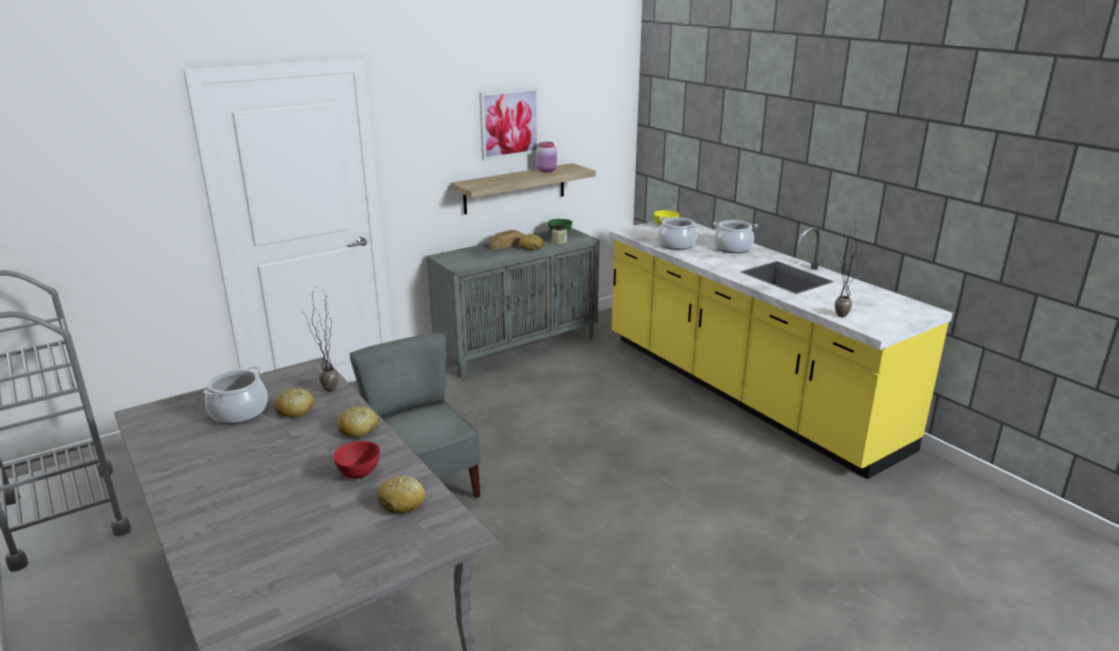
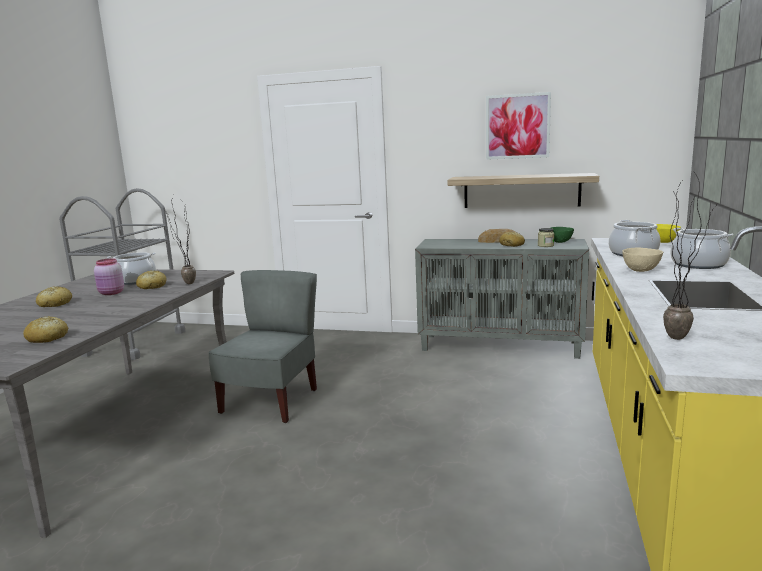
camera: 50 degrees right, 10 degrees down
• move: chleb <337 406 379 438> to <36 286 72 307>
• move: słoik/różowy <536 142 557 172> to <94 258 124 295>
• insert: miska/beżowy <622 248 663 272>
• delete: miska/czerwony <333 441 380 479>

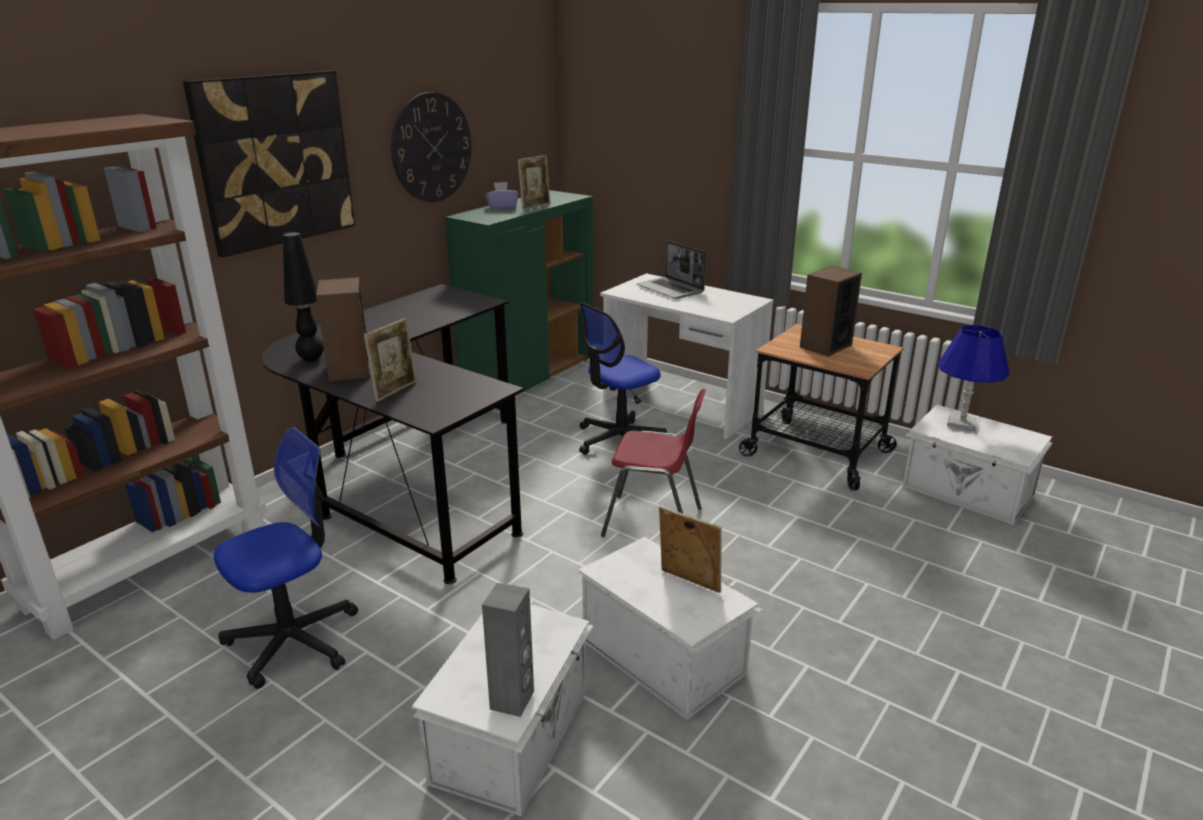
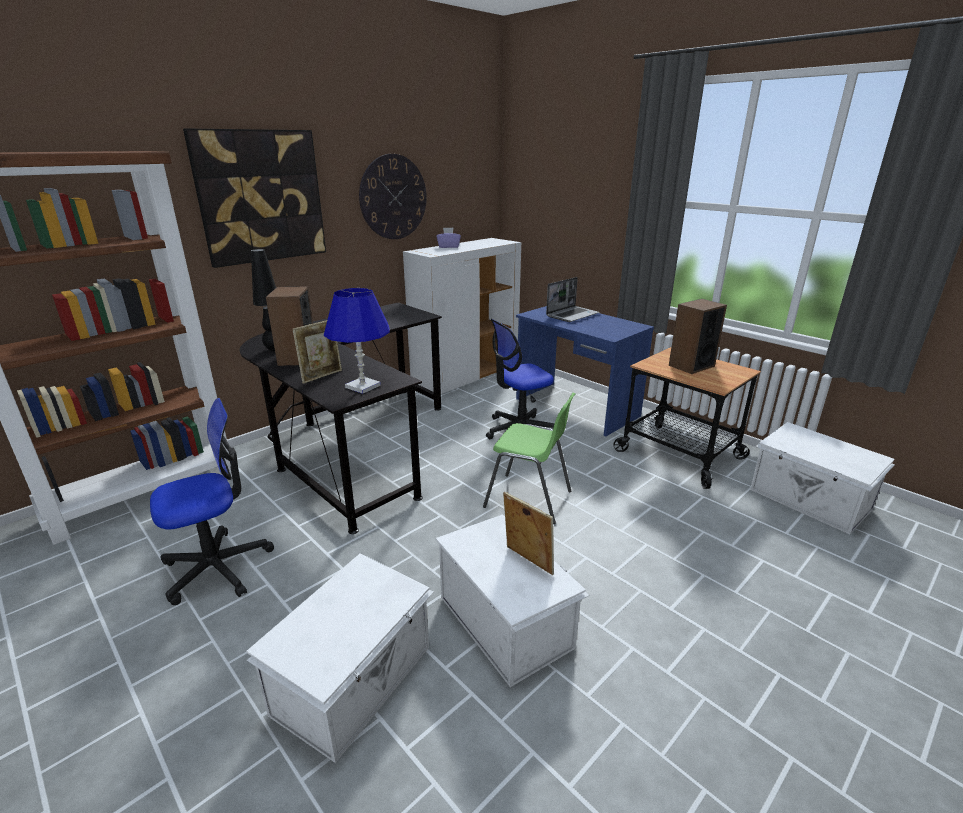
camera: 10 degrees right, 0 degrees up
• move: lampa stołowa/niebieski <938 325 1010 431> to <324 288 390 394>
• recolor: szafka/zielony <445 190 593 396> to szafka/biały <403 238 521 394>
• recolor: krzesło/czerwony <601 389 706 537> to krzesło/zielony <483 392 576 524>
• recolor: biurko/biały <600 273 774 439> to biurko/niebieski <516 306 654 436>
• rotate: laptop <637 240 706 299> = <546 277 599 322> 105 degrees counterclockwise
• delete: głośnik/szary <482 583 534 717>
• delete: ramka na zdjęcie <518 155 550 210>

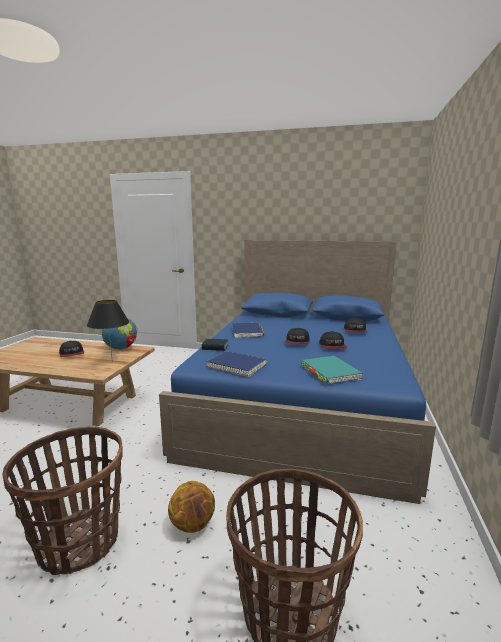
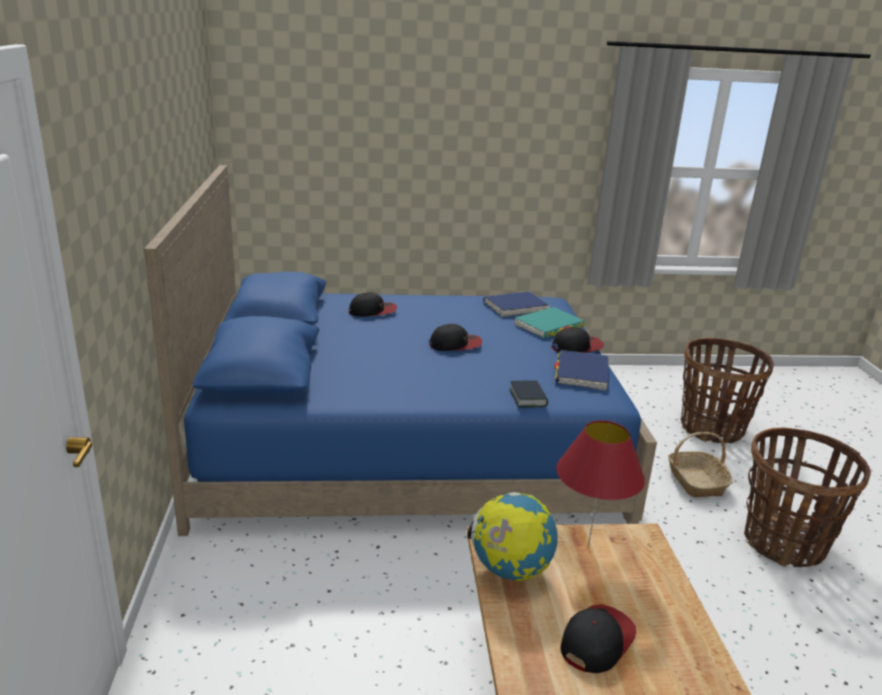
camera: 110 degrees left, 10 degrees up
• move: książka/niebieski <232 323 264 338> to <483 291 549 317>
• move: czapka z daszkiem <319 331 347 349> to <552 327 604 353>
• recolor: lampa stołowa/czarny <87 300 129 363> to lampa stołowa/czerwony <556 420 645 547>
• replace: piłka do koszykówki <168 481 215 533> to koszyk <668 432 732 497>

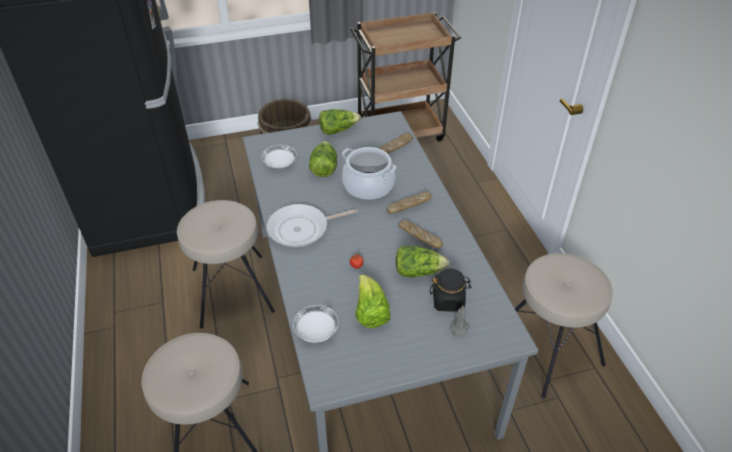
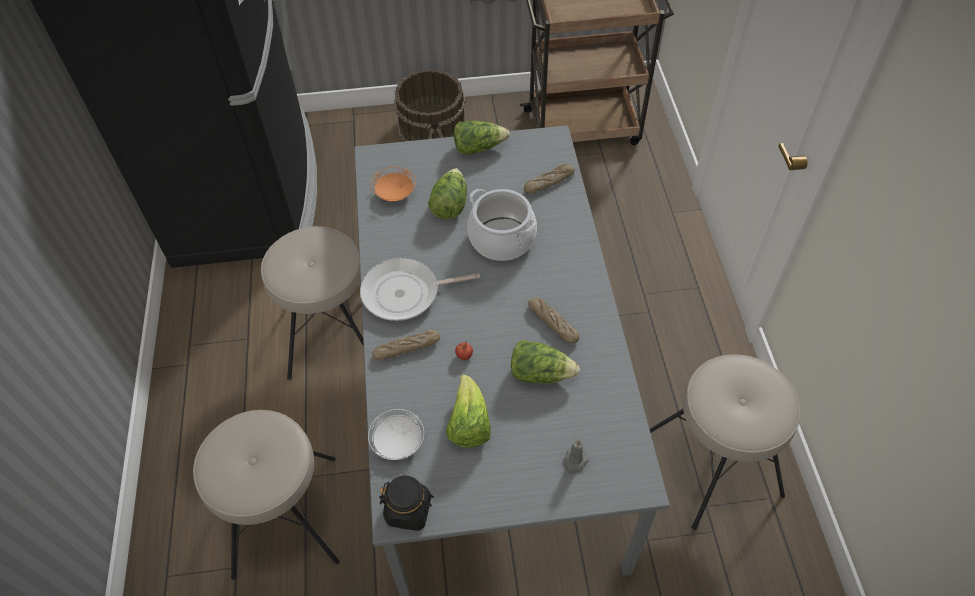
camera: 10 degrees right, 10 degrees up
• recolor: talerz/biały <262 145 297 168> to talerz/pomarańczowy <371 167 416 201>
• move: chleb <387 191 432 214> to <372 330 440 360>
• move: słoik/czarny <430 269 472 312> to <379 476 434 531>

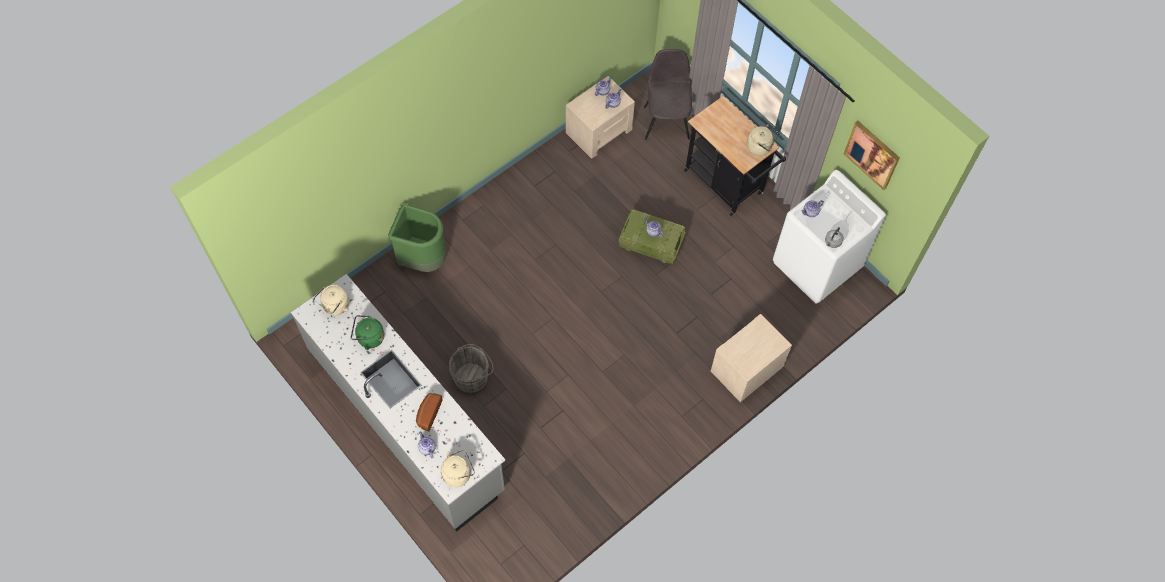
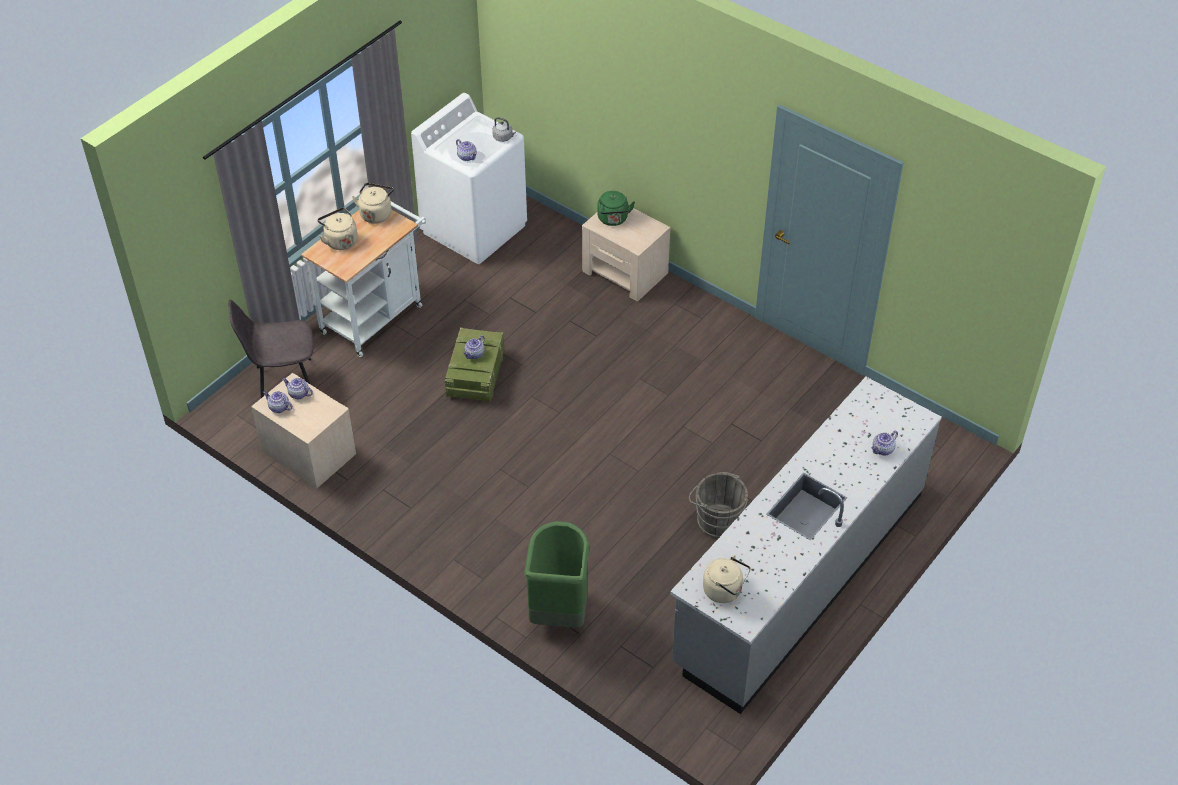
camera: 100 degrees left, 15 degrees down
• recolor: wózek/czarny <684 96 786 216> to wózek/biały <301 202 426 357>
• move: czajnik/beżowy <441 450 475 487> to <317 208 358 250>
• move: czajnik/zielony <351 315 384 350> to <597 191 635 226>
• delete: chleb <416 393 442 431>
• delete: obraz <844 121 900 190>

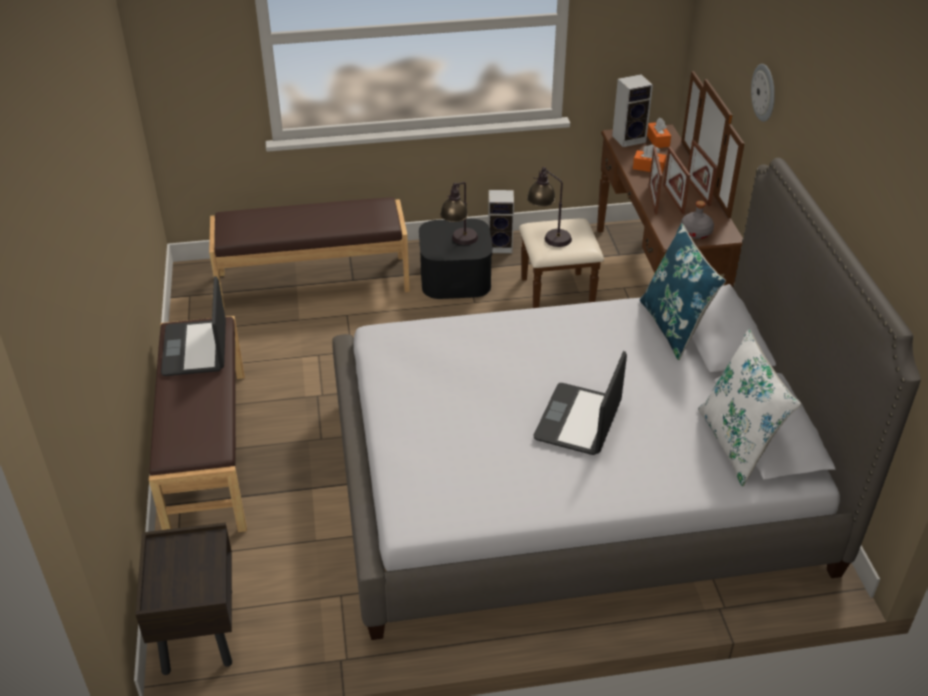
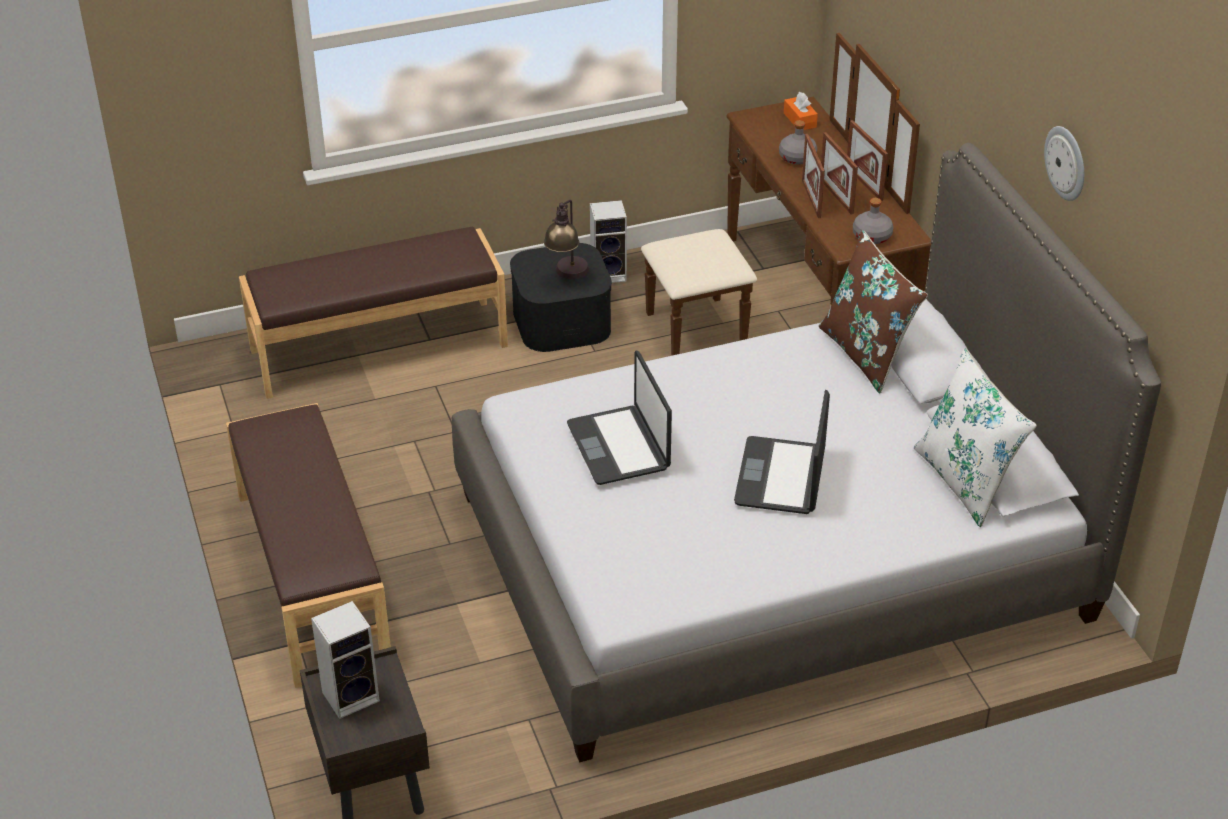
camera: 10 degrees left, 0 degrees up
• move: głośnik <612 74 653 147> to <311 601 380 719>
• move: laptop <161 276 226 376> to <567 351 672 485>
• replace: pudełko chusteczek/pomarańczowy <633 144 666 173> to butelka/szary <779 120 817 165>
• recolor: poduszka/niebieski <640 223 726 360> to poduszka/brązowy <819 230 928 394>
• move: zegar ścienny <751 64 775 122> to <1044 126 1084 201>
• delete: lampa stołowa <527 167 572 247>

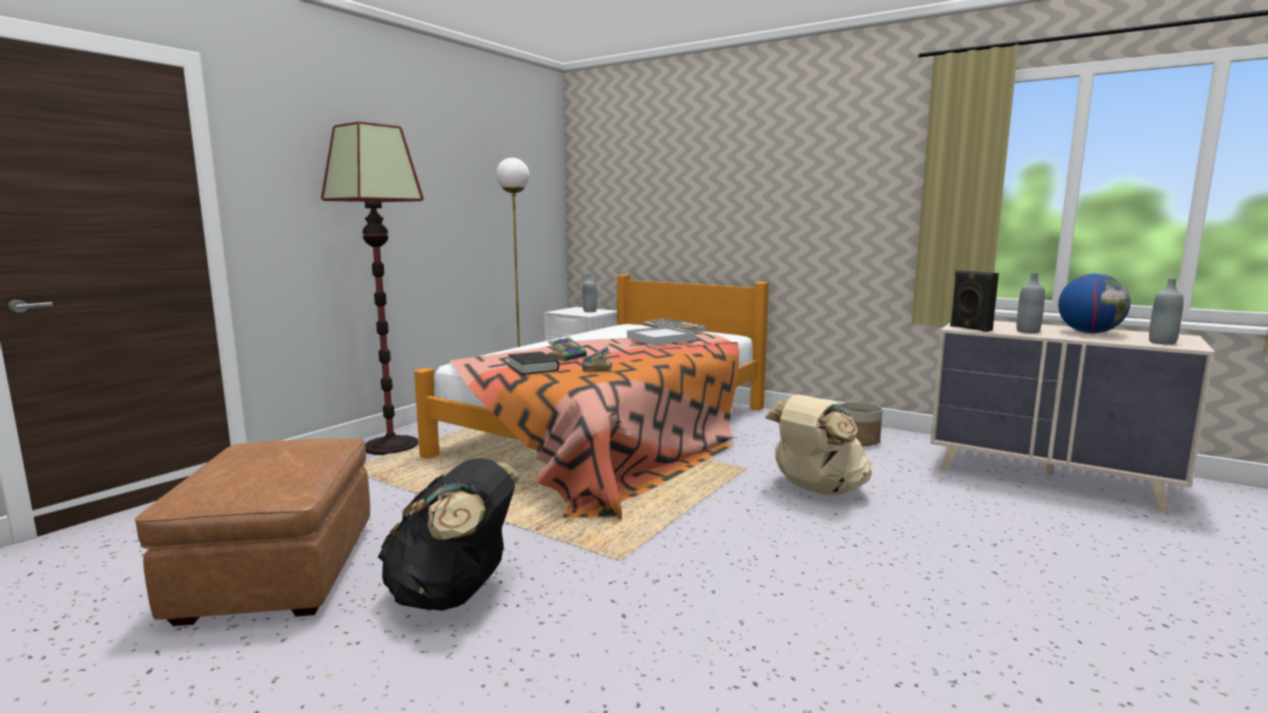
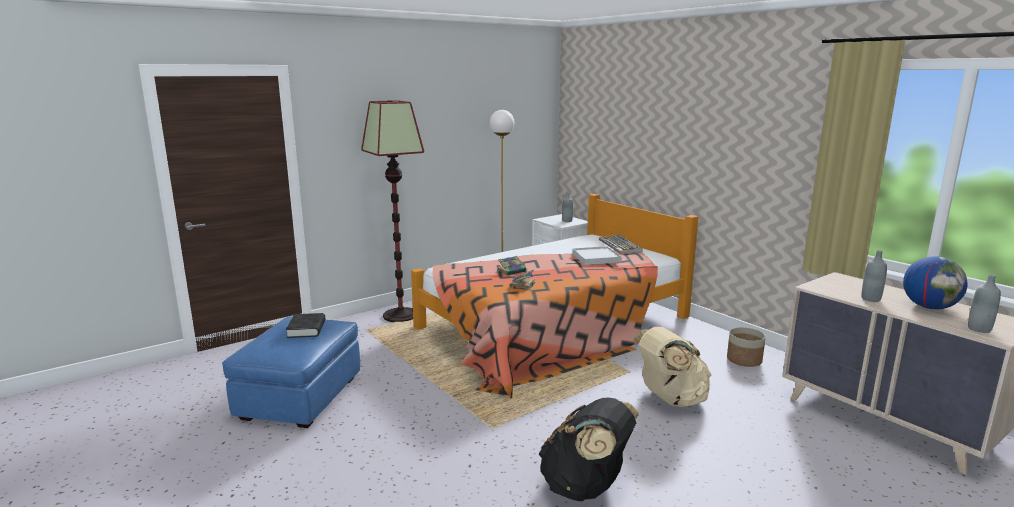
camera: 20 degrees right, 5 degrees up
• recolor: pufa/brązowy <134 439 370 626> to pufa/niebieski <222 316 360 428>
• move: książka/czarny <508 352 559 375> to <286 313 325 338>
• move: plecak/czarny <378 458 520 611> to <539 398 639 501>
• delete: głośnik/czarny <950 270 999 332>

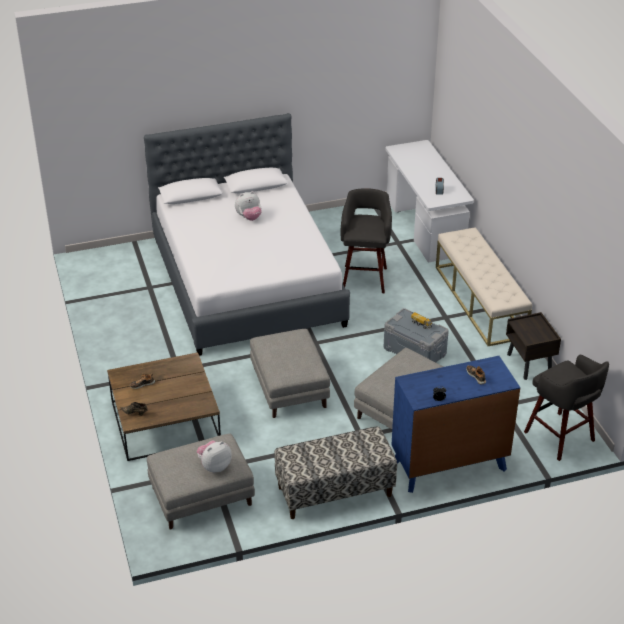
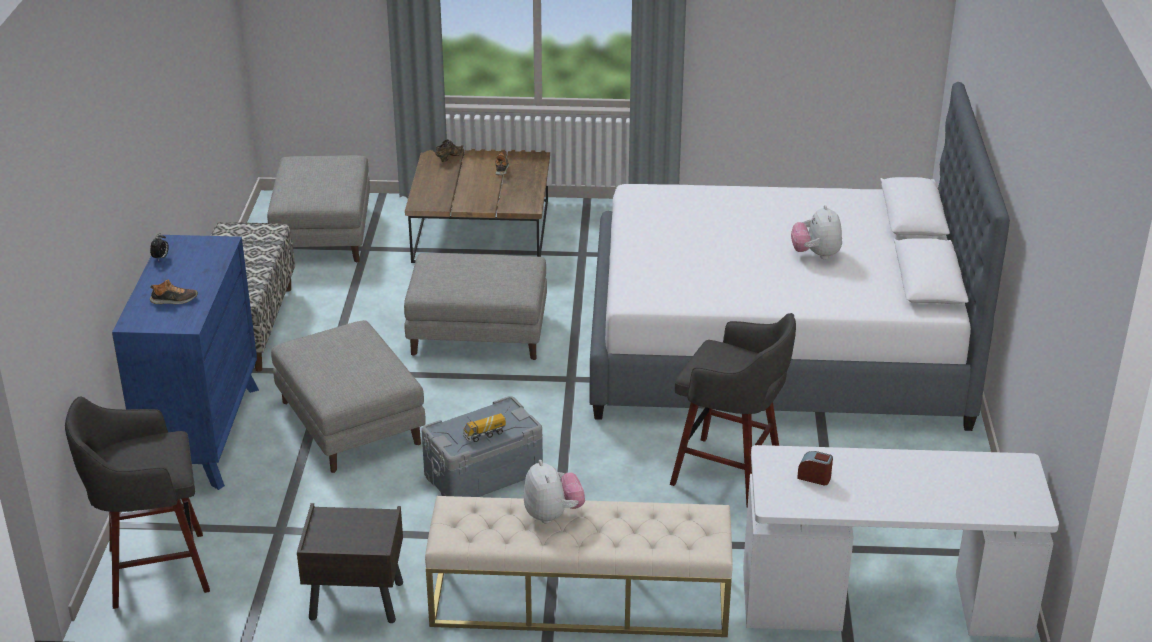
camera: 110 degrees right, 5 degrees down
• move: pluszak <197 440 232 473> to <524 460 585 524>

